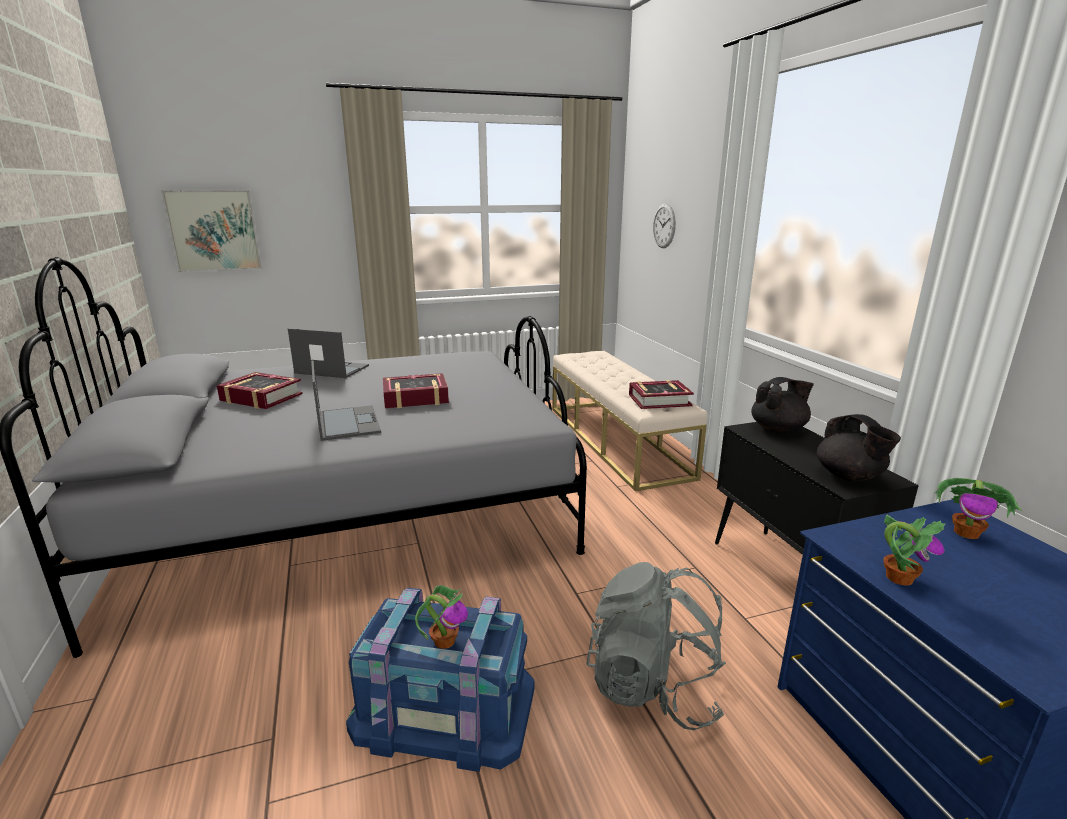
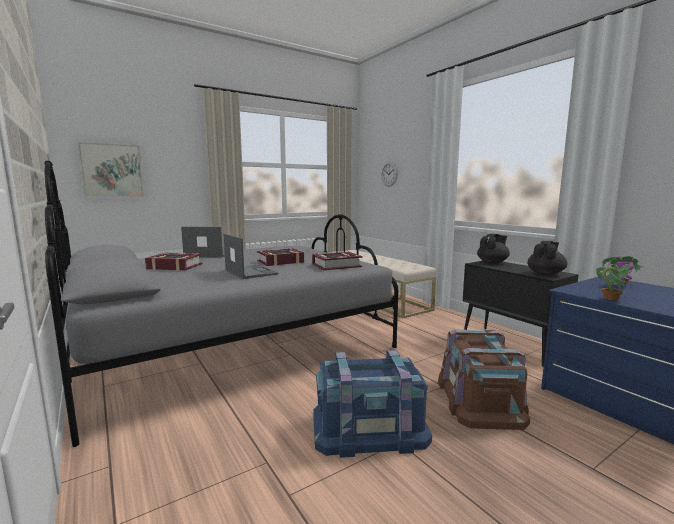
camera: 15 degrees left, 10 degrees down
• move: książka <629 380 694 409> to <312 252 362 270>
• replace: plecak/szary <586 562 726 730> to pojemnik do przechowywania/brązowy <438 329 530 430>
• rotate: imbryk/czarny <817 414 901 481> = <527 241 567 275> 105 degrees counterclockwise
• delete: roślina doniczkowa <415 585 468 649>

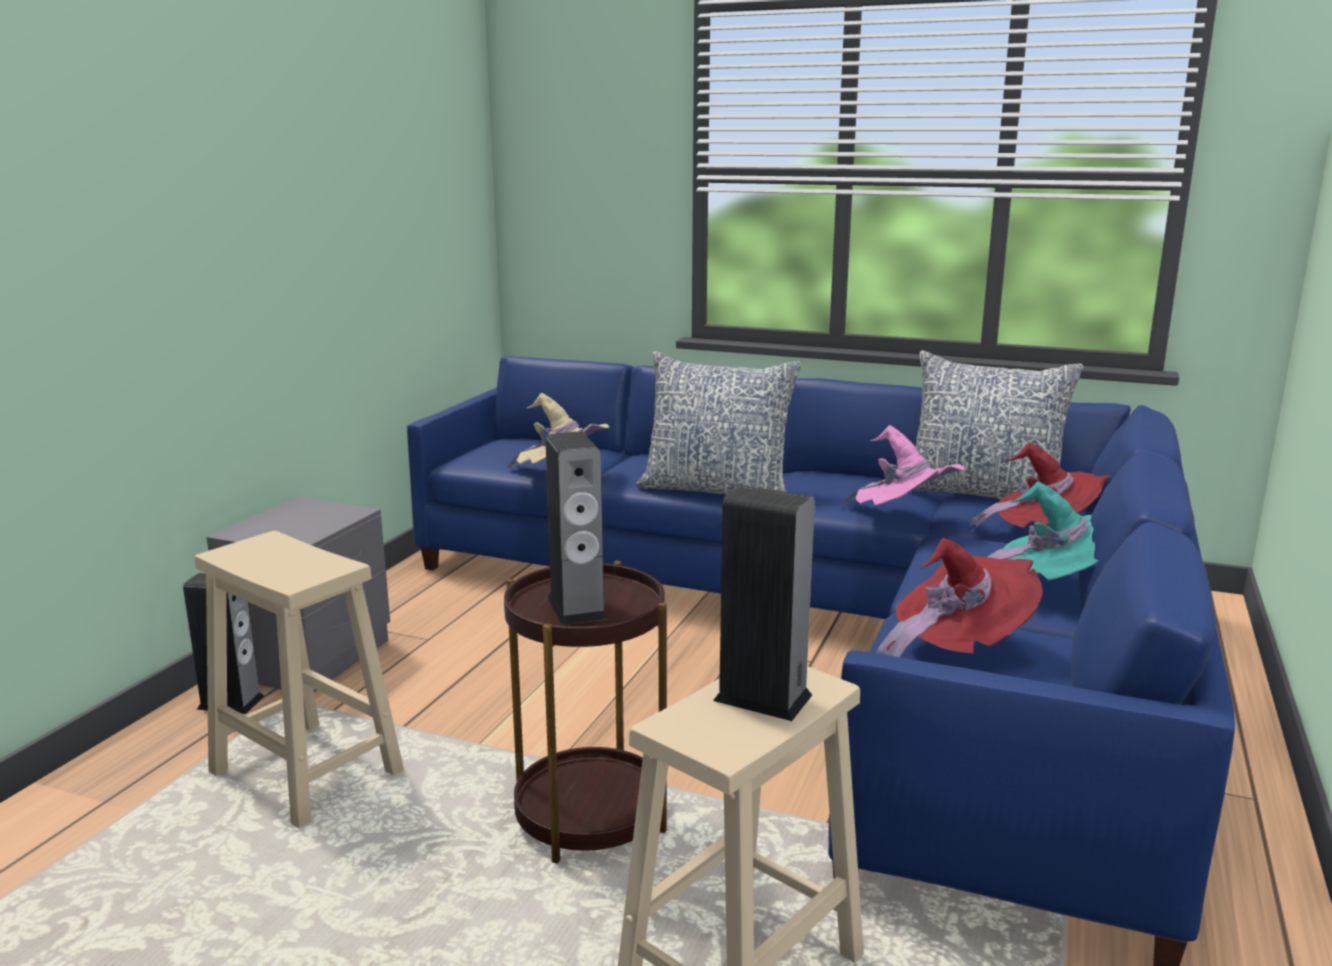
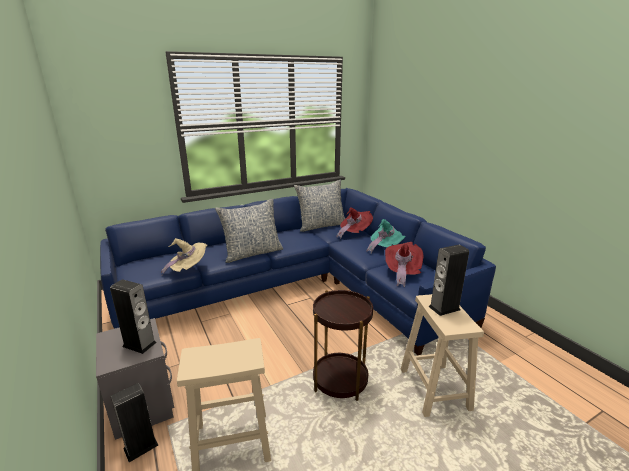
camera: 50 degrees left, 5 degrees up
• move: głośnik <546 431 608 625> to <110 279 157 354>
• delete: kapelusz/różowy <841 425 966 506>

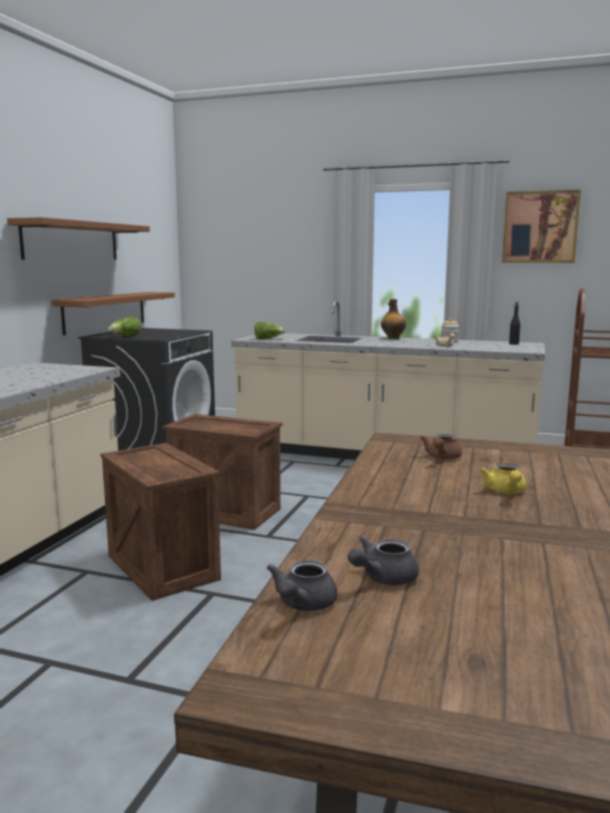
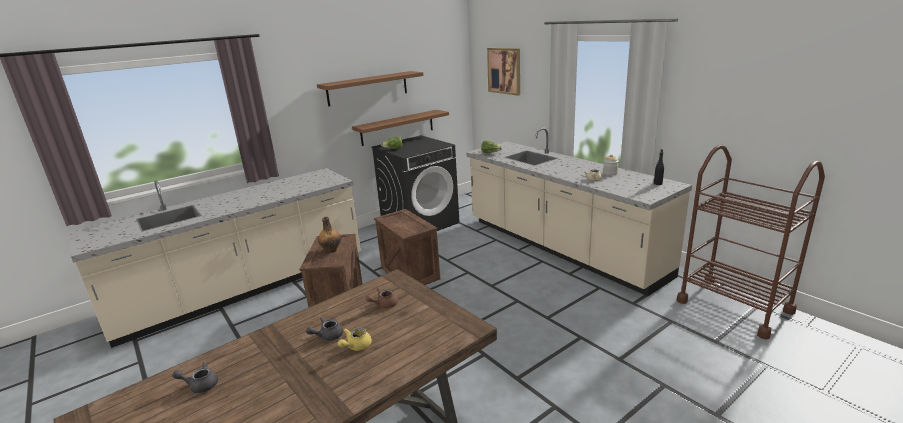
camera: 35 degrees right, 10 degrees up
• move: imbryk/szary <267 560 338 611> to <306 317 343 341>
• move: butelka <381 299 406 339> to <318 217 341 253>
• move: obraz <502 190 581 263> to <487 48 520 96>

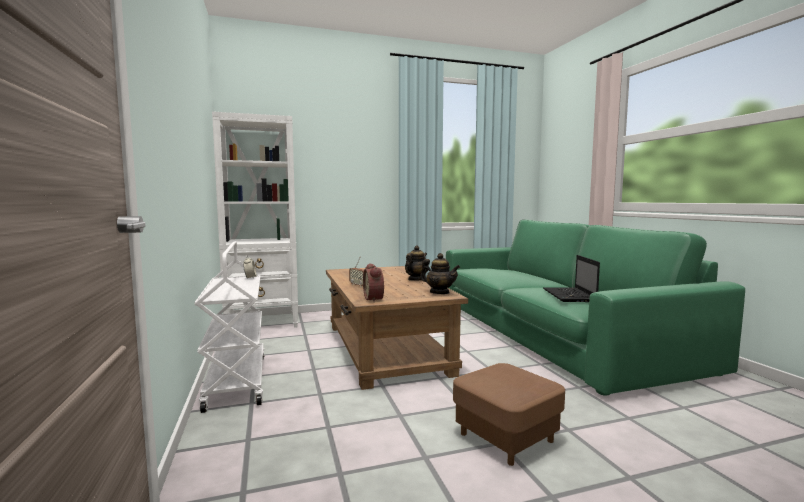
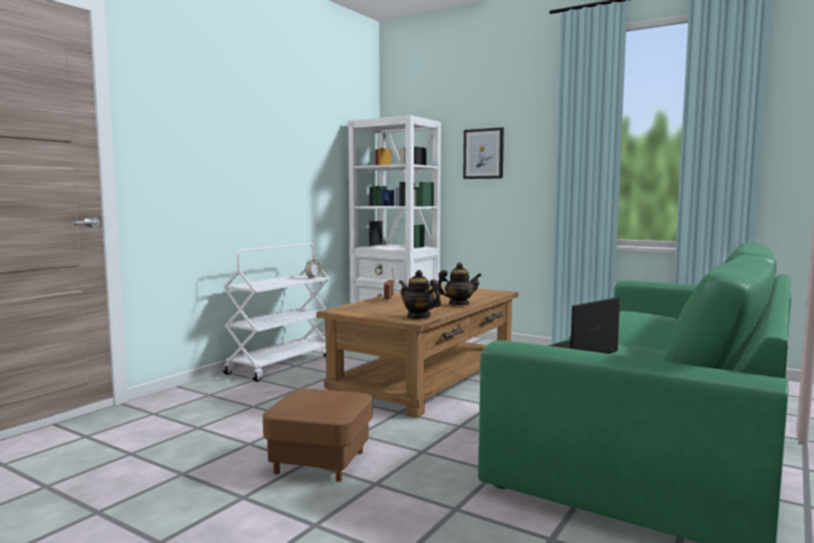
camera: 50 degrees right, 0 degrees up
• rotate: imbryk <420 253 460 294> = <399 270 441 319> 135 degrees clockwise
• insert: obraz <463 127 504 179>
• delete: budzik <363 264 384 302>

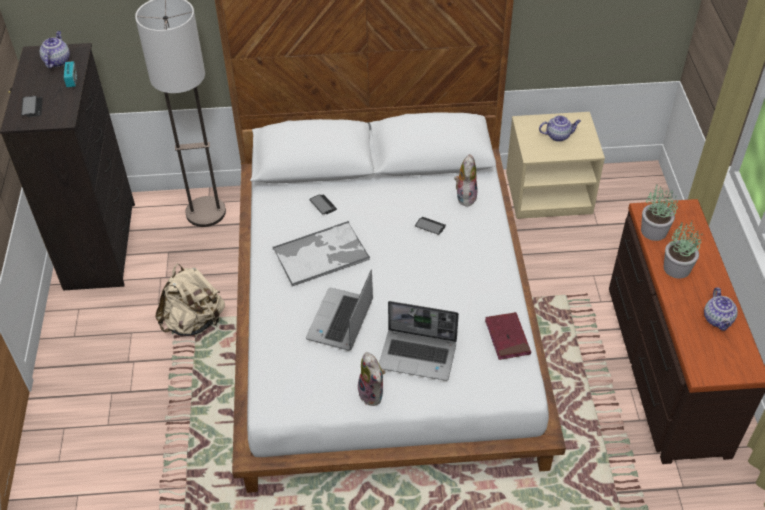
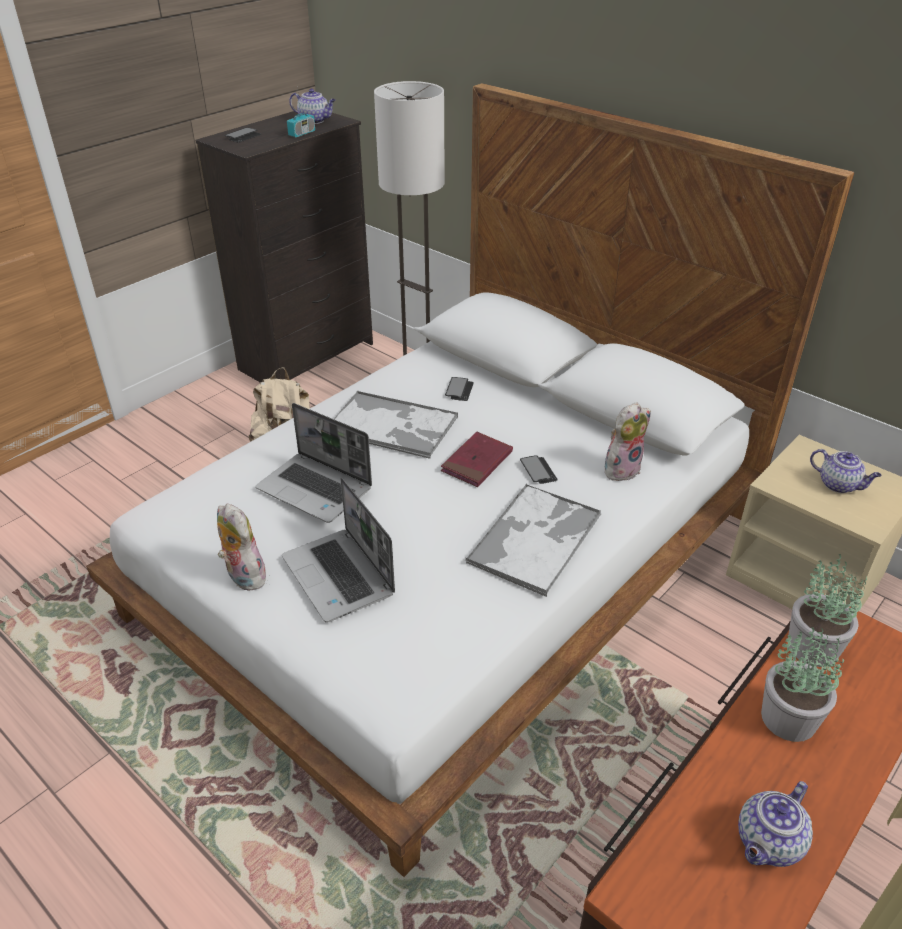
camera: 45 degrees right, 10 degrees down
• rotate: pluszak <358 352 385 406> = <217 504 266 591> 120 degrees clockwise
• rotate: laptop <306 269 373 351> = <255 403 372 523> 120 degrees counterclockwise
• rotate: imbryk <39 31 70 68> = <289 89 336 124> 60 degrees clockwise
• move: książka/czerwony <485 312 531 360> to <441 432 513 487>
• insert: taca <465 484 601 597>

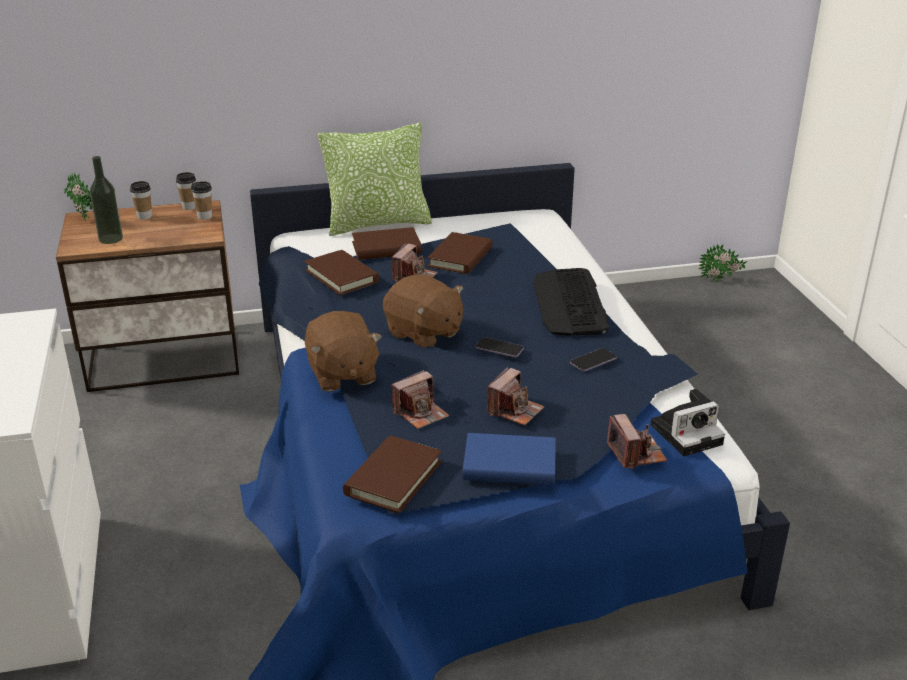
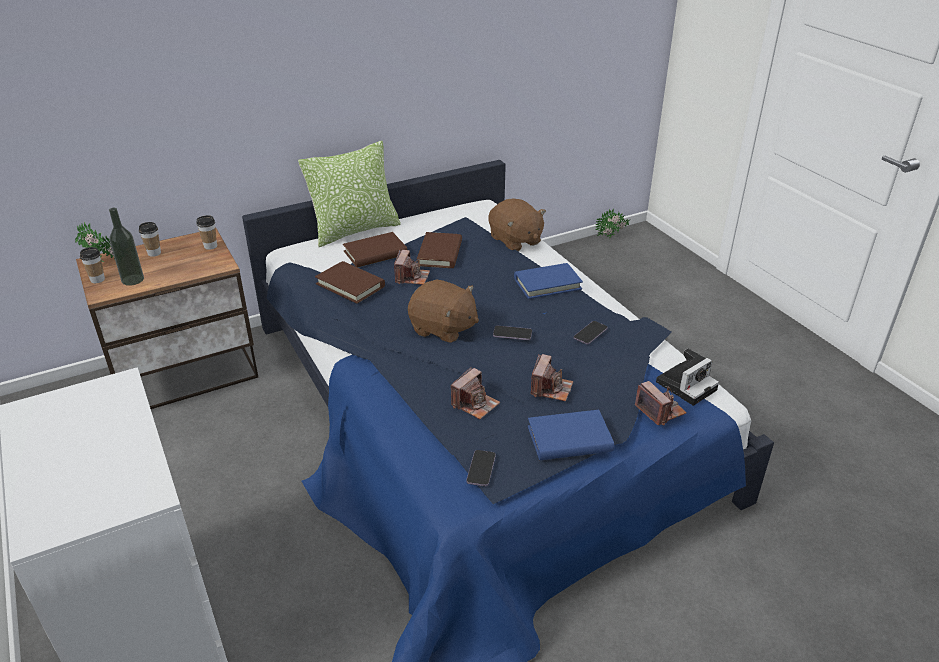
camera: 15 degrees left, 5 degrees up
• move: filiżanka <176 172 196 210> to <80 247 105 283>
• replace: książka/brązowy <343 435 442 513> to telefon <466 450 496 486>
• move: pluszak/brązowy <304 311 382 392> to <488 199 546 251>
• replace: klawiatura <533 268 609 336> to książka/niebieski <514 263 583 299>

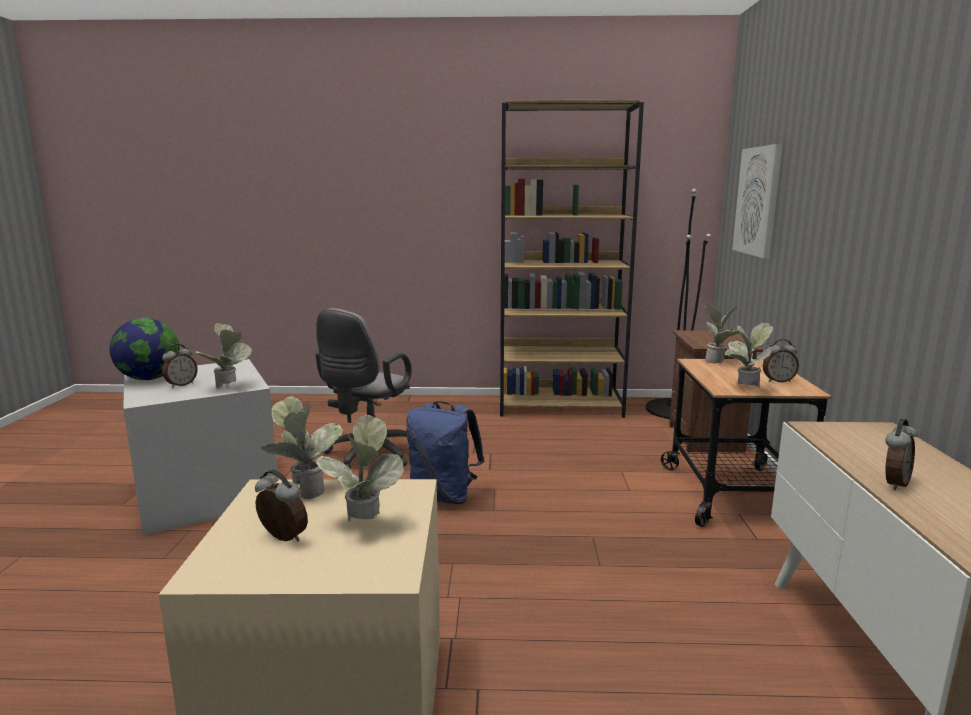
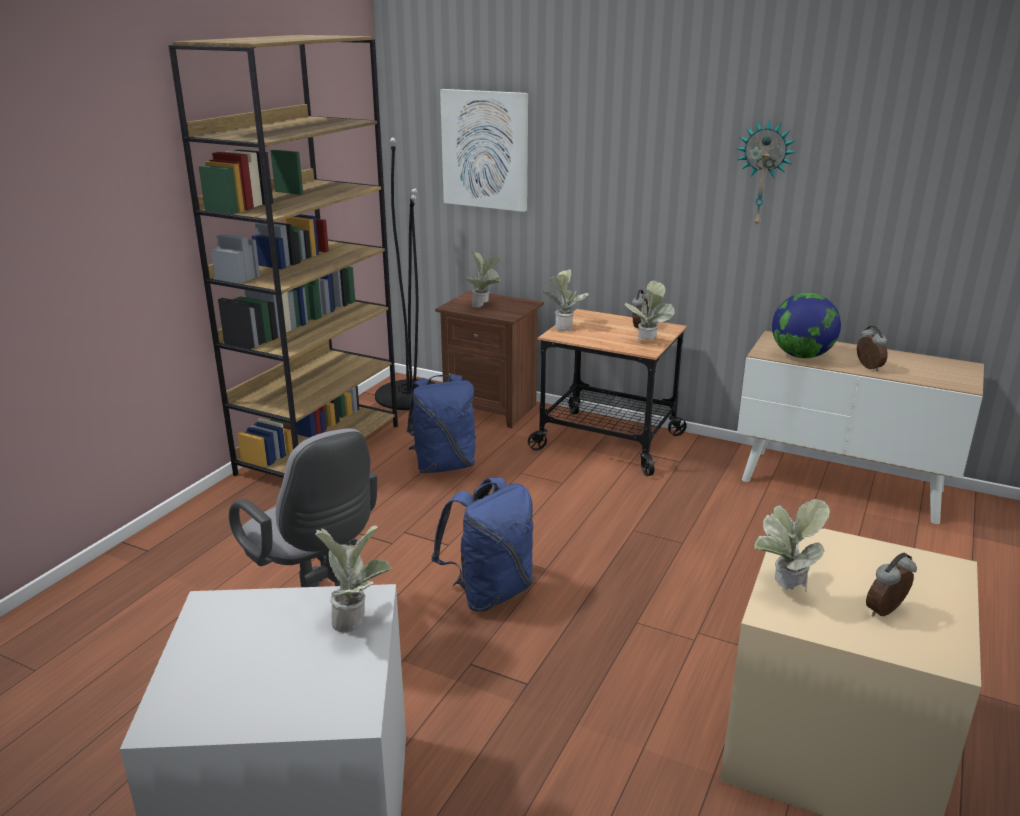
camera: 65 degrees left, 10 degrees up
• insert: plecak/niebieski <407 374 476 473>
• move: roślina doniczkowa <314 415 404 522> to <465 252 501 308>
• insert: zegar ścienny <736 119 796 227>
• move: globus <110 318 180 380> to <772 293 841 358>
• delete: budzik <162 344 197 388>

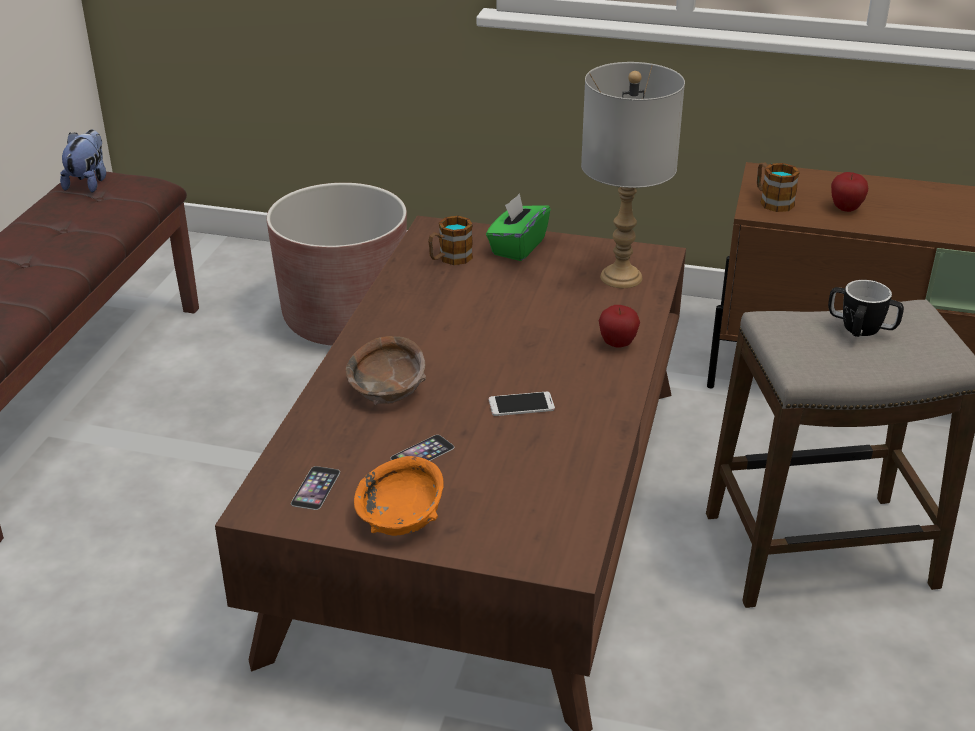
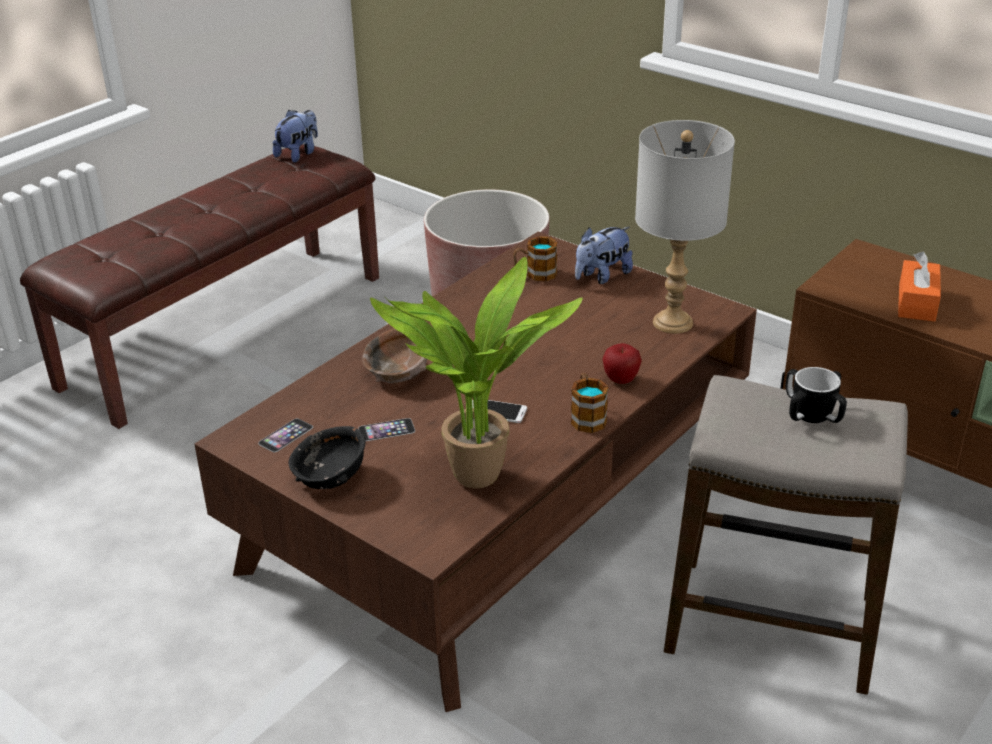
camera: 25 degrees right, 0 degrees up
• recolor: miska/pomarańczowy <354 456 443 536> to miska/czarny <289 426 366 489>
• insert: roślina doniczkowa <370 257 582 489>
• move: kubek <757 163 800 212> to <571 373 609 433>
• replace: pudełko chusteczek/zielony <486 193 550 261> to pluszak <575 227 633 284>
• replace: jabłko <831 172 868 212> to pudełko chusteczek/pomarańczowy <898 252 941 322>

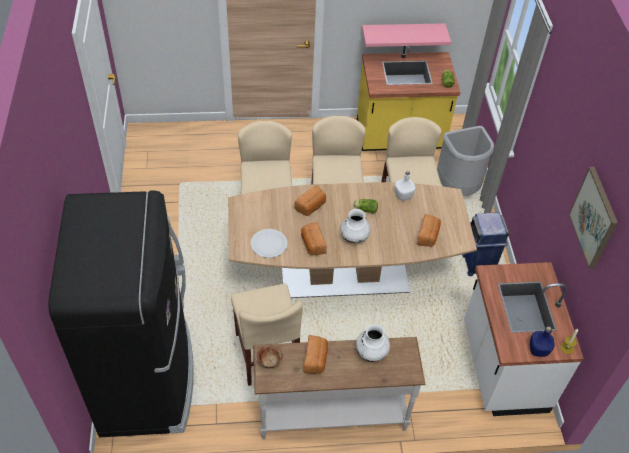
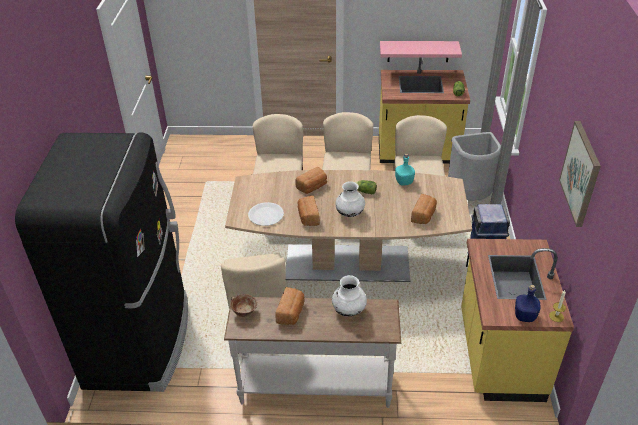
camera: 10 degrees right, 10 degrees down
• recolor: butelka/biały <395 171 416 201> to butelka/turkusowy <395 154 415 186>
• recolor: zabudowa kuchenna/biały <464 262 584 416> to zabudowa kuchenna/żółty <461 239 574 402>

